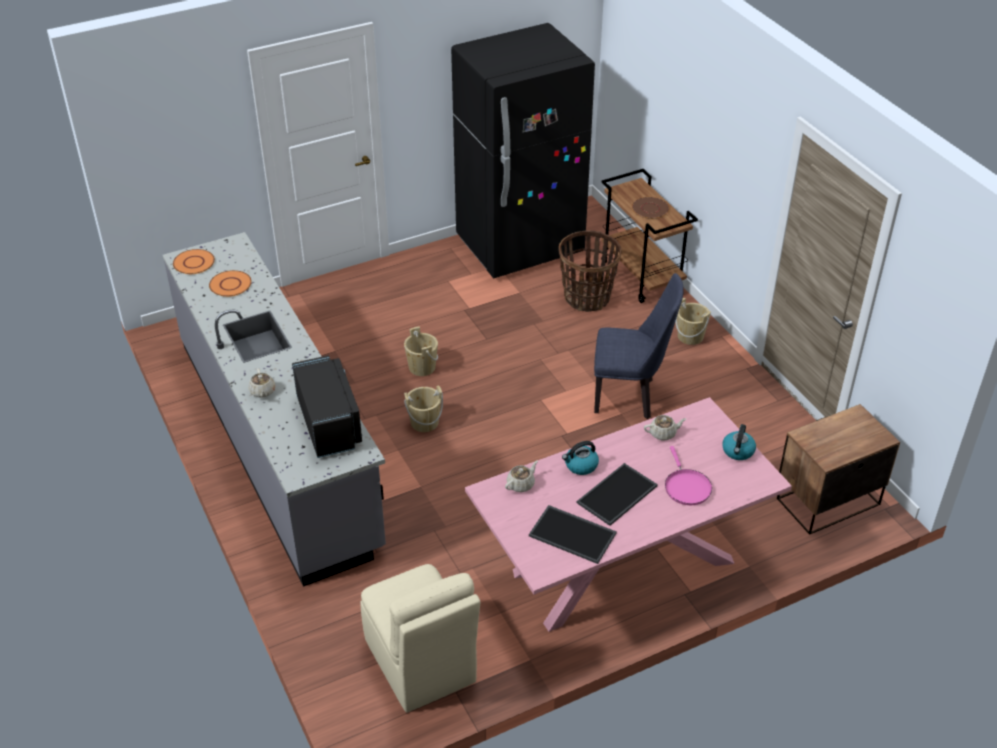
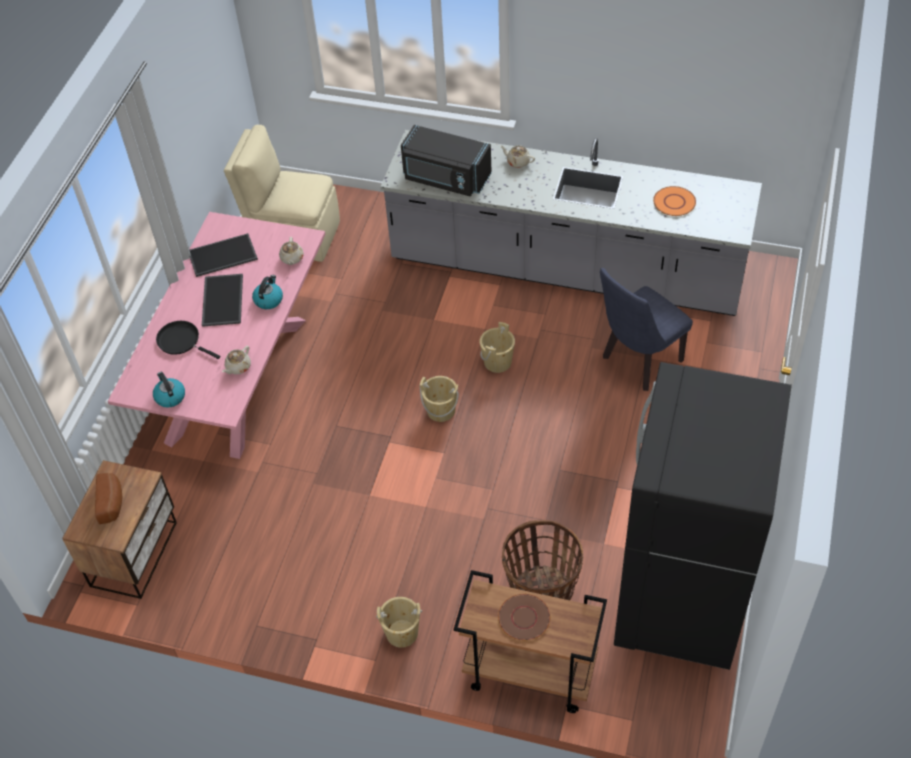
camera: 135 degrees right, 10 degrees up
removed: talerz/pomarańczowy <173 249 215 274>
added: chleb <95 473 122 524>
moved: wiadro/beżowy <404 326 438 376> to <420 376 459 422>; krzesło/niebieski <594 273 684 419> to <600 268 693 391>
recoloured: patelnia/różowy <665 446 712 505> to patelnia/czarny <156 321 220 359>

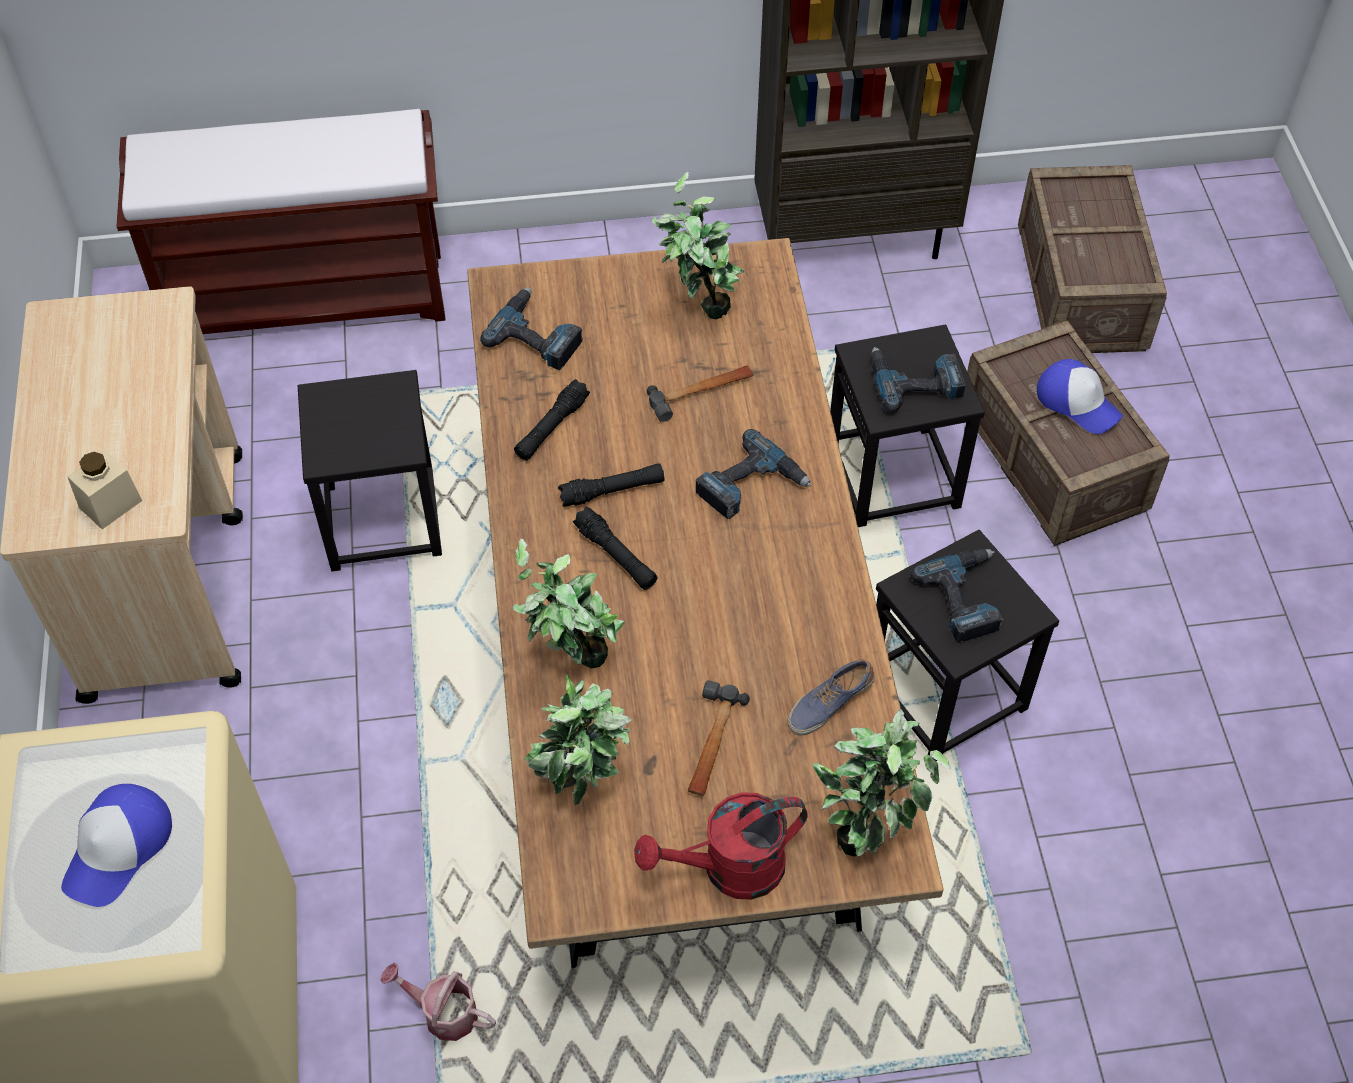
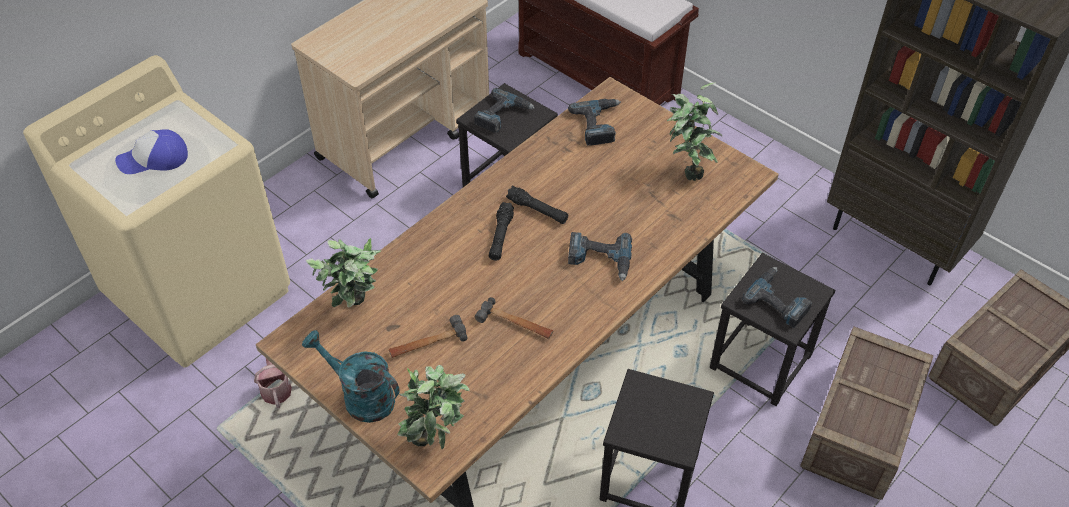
camera: 50 degrees right, 5 degrees down
removed: słoik/beżowy <68 451 142 529>; roślina doniczkowa <512 539 625 669>; latarka/czarny <514 379 590 461>; but <787 659 875 735>; czapka z daszkiem <1037 359 1123 434>
moved: wiertarka <910 549 1004 643> to <474 88 535 133>; młotek <647 365 753 422> to <475 297 553 339>
recoloured: konewka/czerwony <634 792 808 900> to konewka/turkusowy <302 330 400 423>

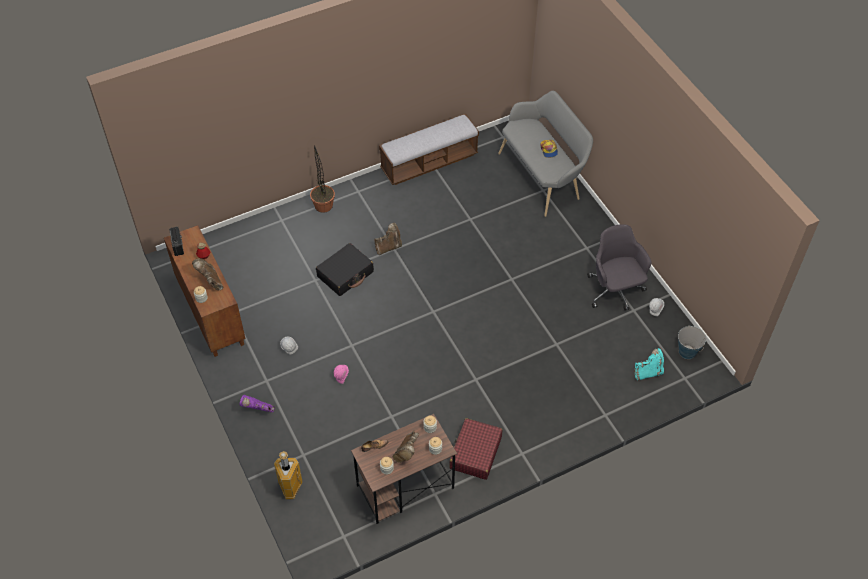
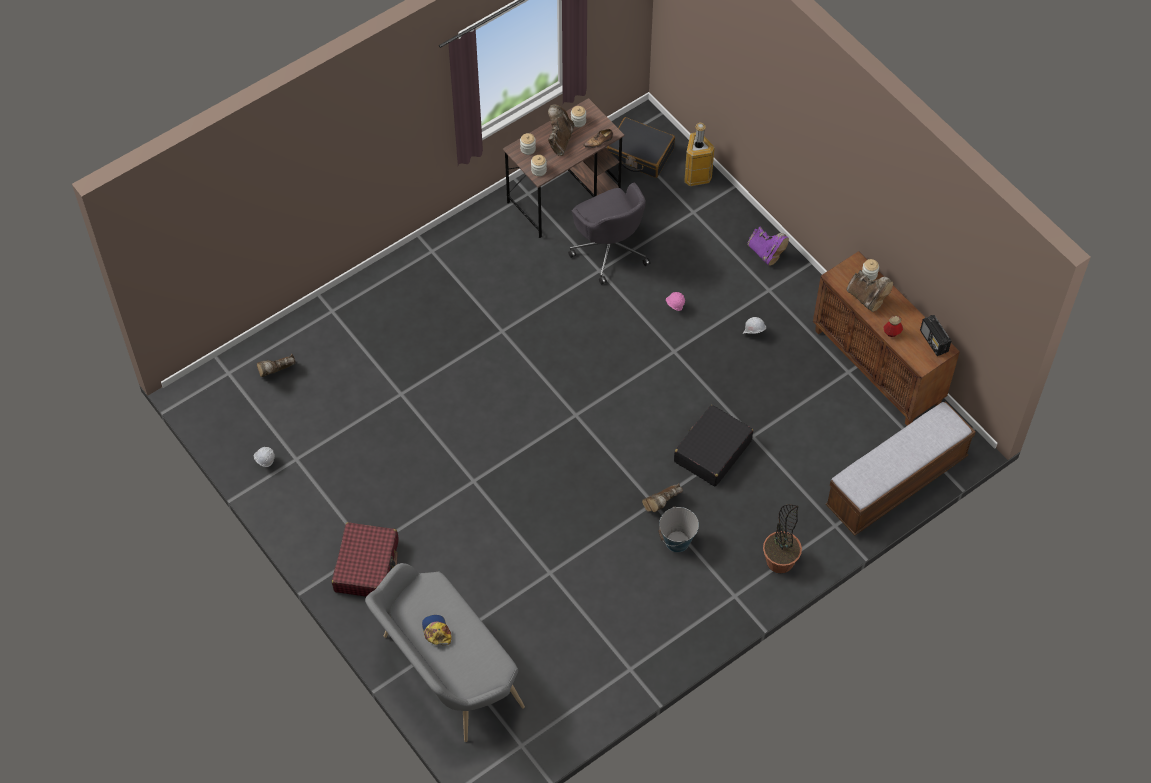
camera: 170 degrees right, 5 degrees up
added: walizka/czarny <607 117 675 178>
moved: walizka/czerwony <449 418 503 480> to <332 522 399 597>; krzesło biurowe/szary <587 224 652 310> to <568 183 651 285>; wiadro <678 325 706 359> to <658 507 699 552>; ławka <379 114 479 185> to <826 401 976 535>
recoloured: but z cholewką/turkusowy <635 348 664 381> to but z cholewką/brązowy <256 354 295 377>
turned: but z cholewką/fioletowy <240 395 275 413> = <747 226 789 266> 45 degrees clockwise

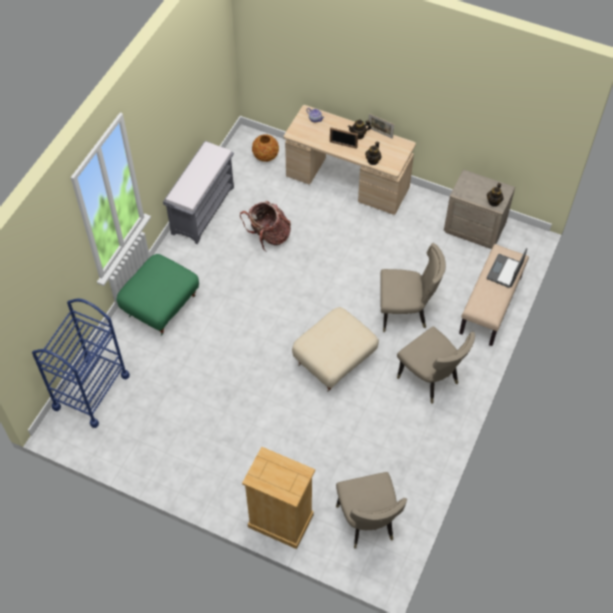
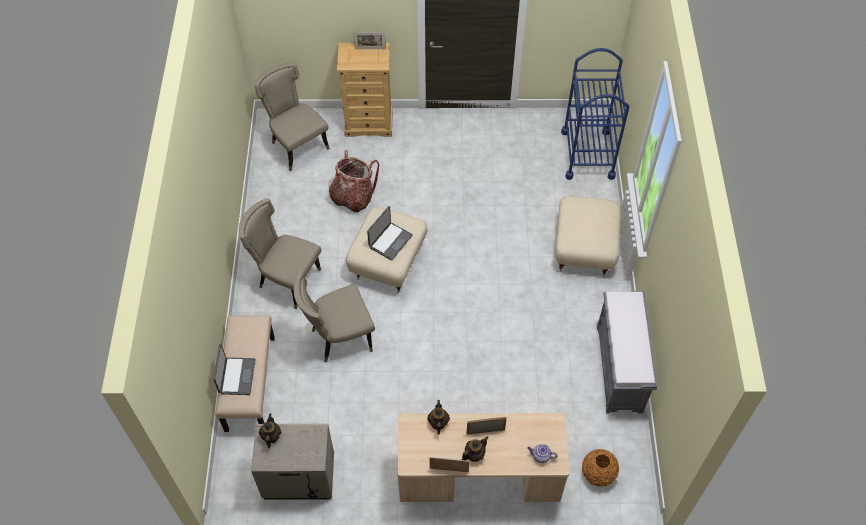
camera: 155 degrees right, 0 degrees up
added: ramka na zdjęcie <354 32 386 49>; laptop <367 206 413 260>
moved: plecak <240 201 291 252> to <329 150 379 212>
recoloured: pufa/zielony <117 254 199 336> to pufa/beżowy <555 196 621 276>

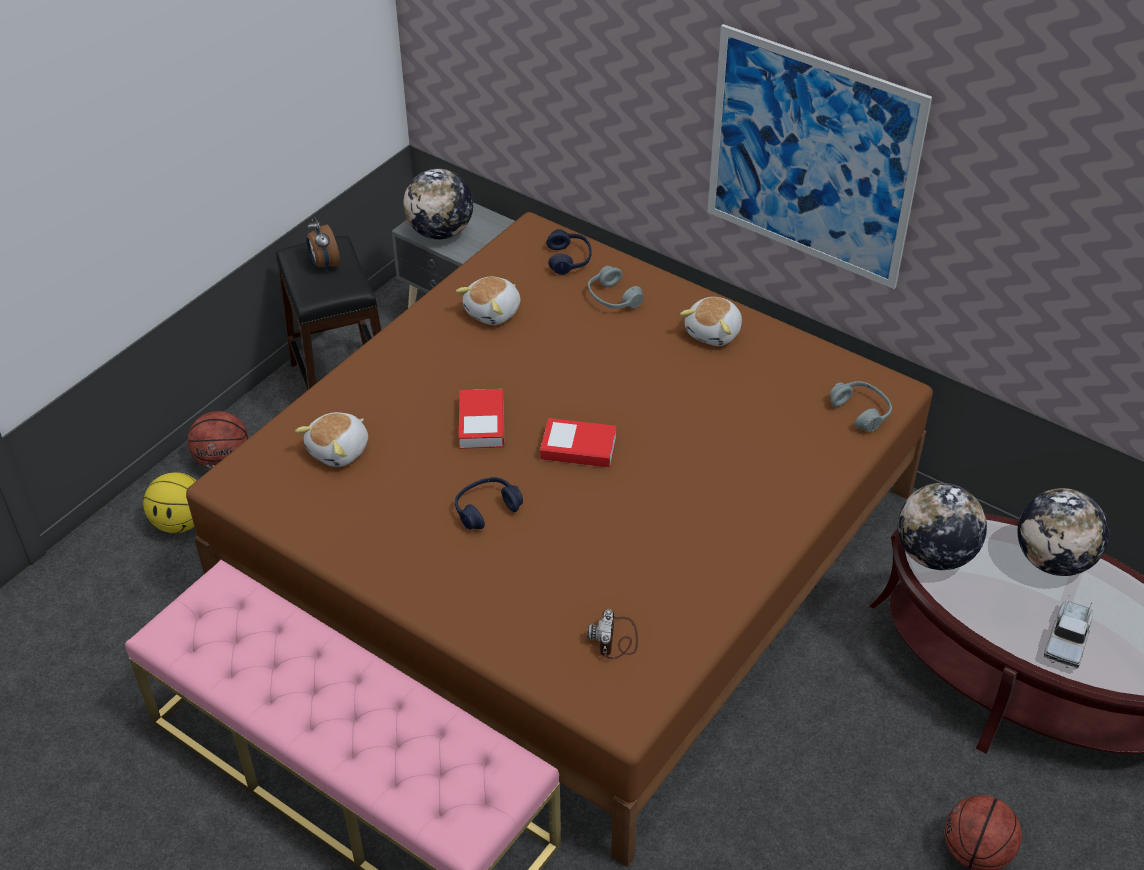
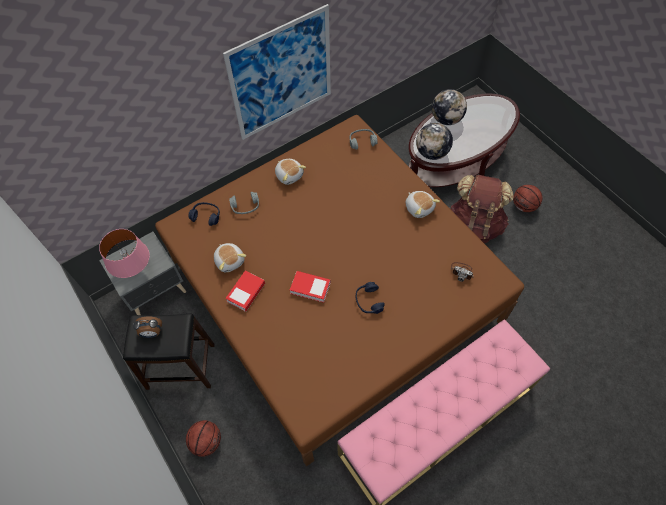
camera: 70 degrees left, 15 degrees up
removed: piłka do koszykówki <143 472 197 533>; ciężarówka zabawkowa <1044 595 1093 669>
added: plecak/brązowy <449 175 513 243>
moved: książka <540 418 617 468> to <225 271 265 312>; pluszak <295 412 368 467> to <405 191 440 218>
replaced: globus <403 169 473 240> to lampa stołowa/różowy <99 229 150 278>

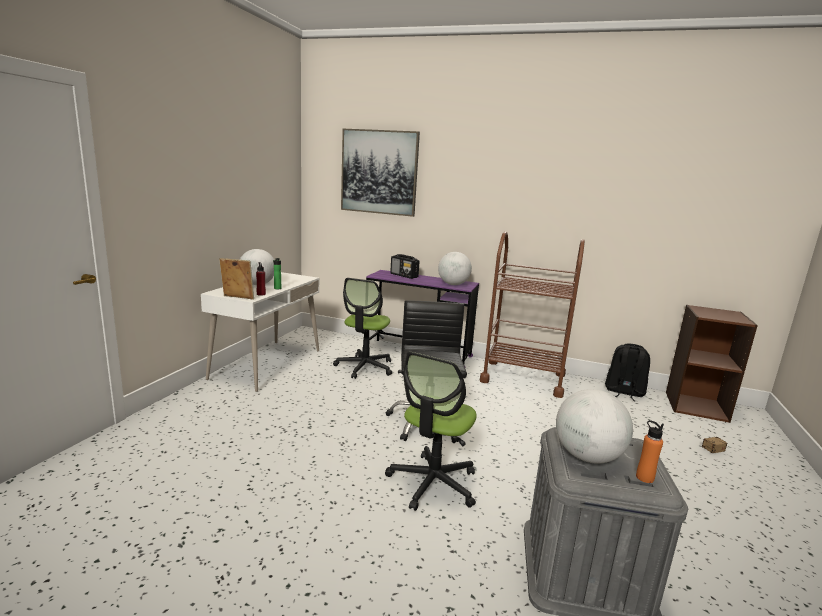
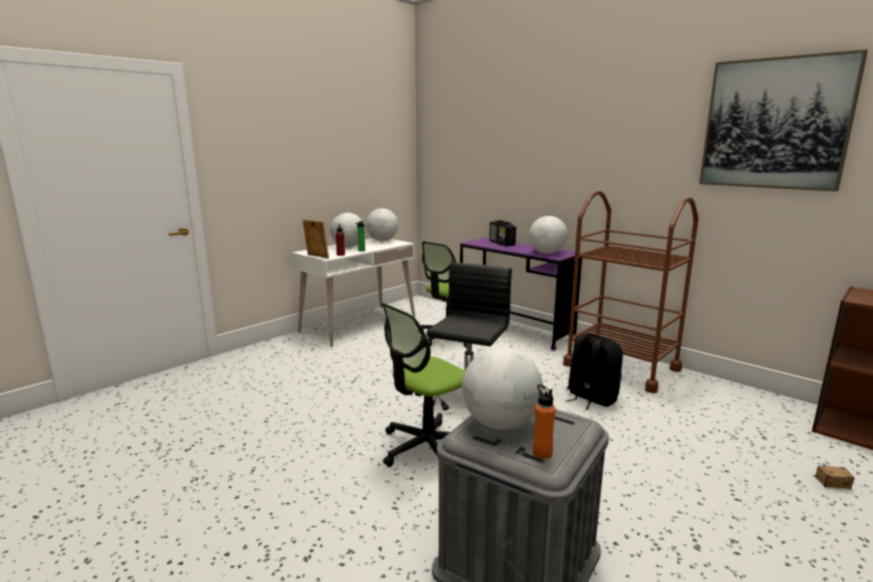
camera: 25 degrees right, 0 degrees up
added: globus <366 208 398 241>
moved: plecak/czarny <605 344 650 402> to <566 334 623 410>; obraz <341 129 420 217> to <699 50 868 192>

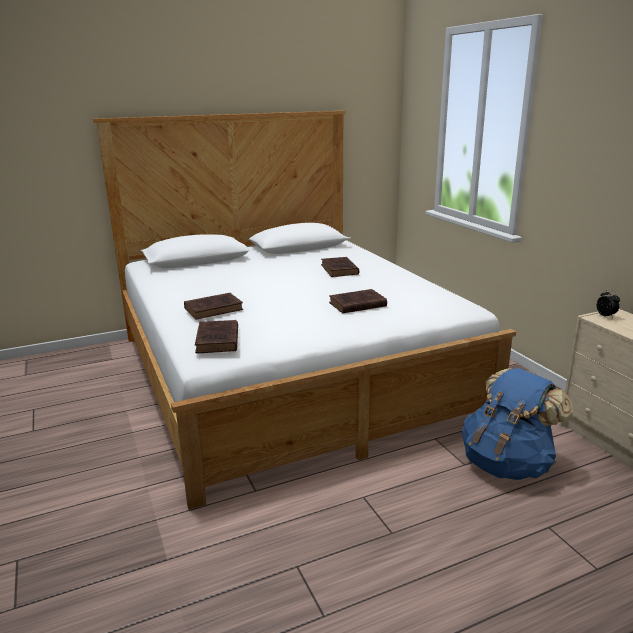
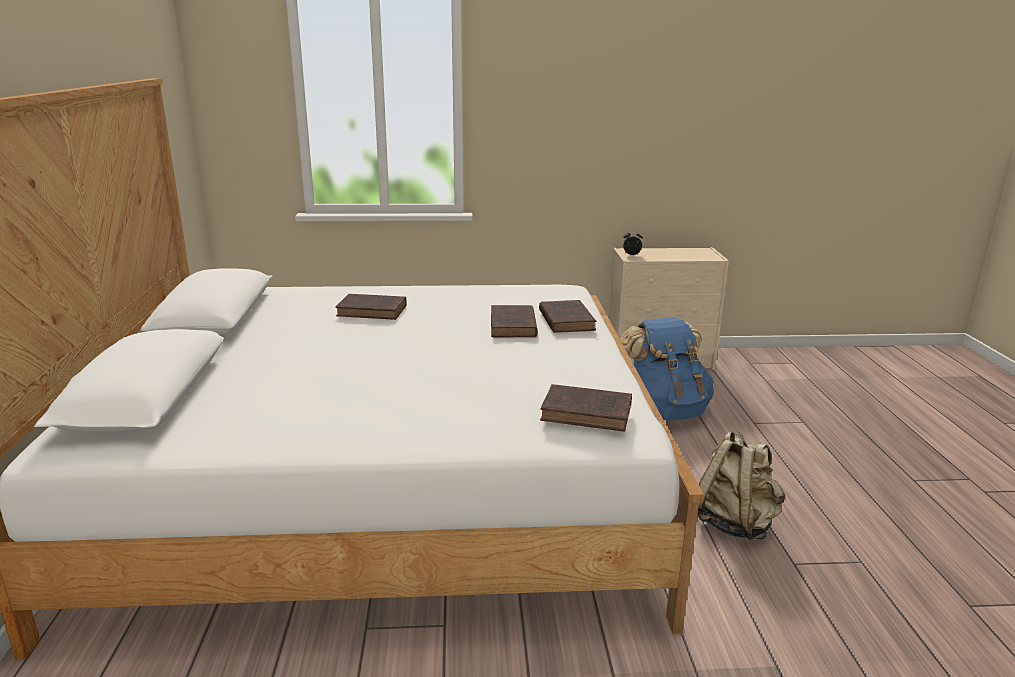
camera: 70 degrees left, 0 degrees up
added: plecak/beżowy <697 430 785 540>
moved: książka/brązowy <184 293 243 320> to <539 300 596 333>

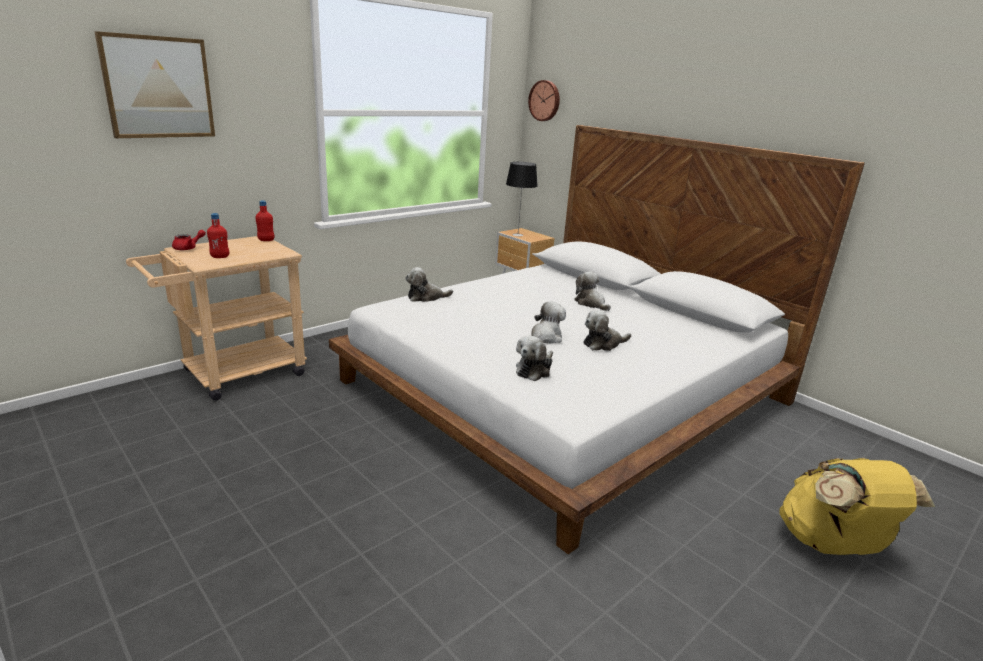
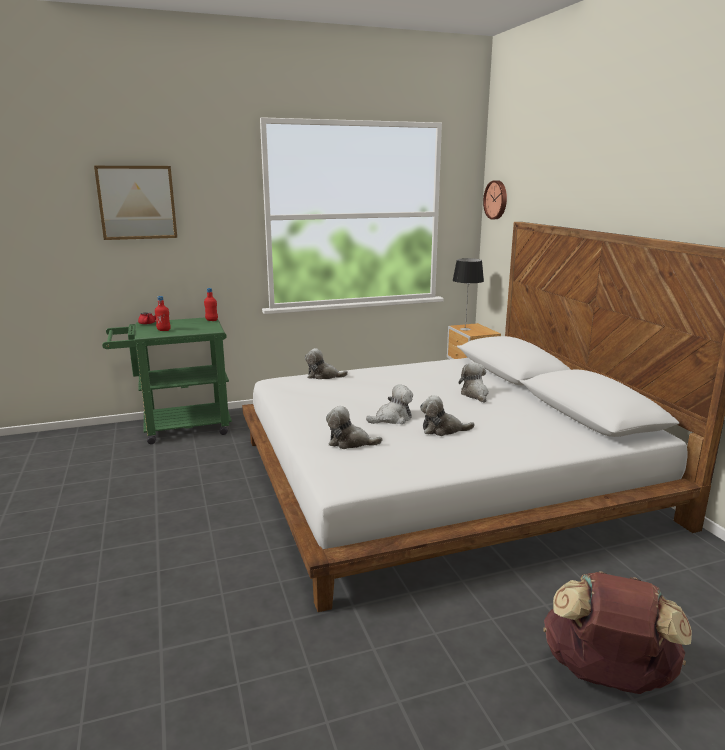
camera: 25 degrees right, 5 degrees down
recoloured: wózek/beżowy <126 236 307 401> to wózek/zielony <102 318 232 444>; plecak/żółty <779 458 935 555> to plecak/brązowy <543 571 692 694>
turned: pluszak <516 336 553 381> = <326 406 382 449> 45 degrees clockwise

